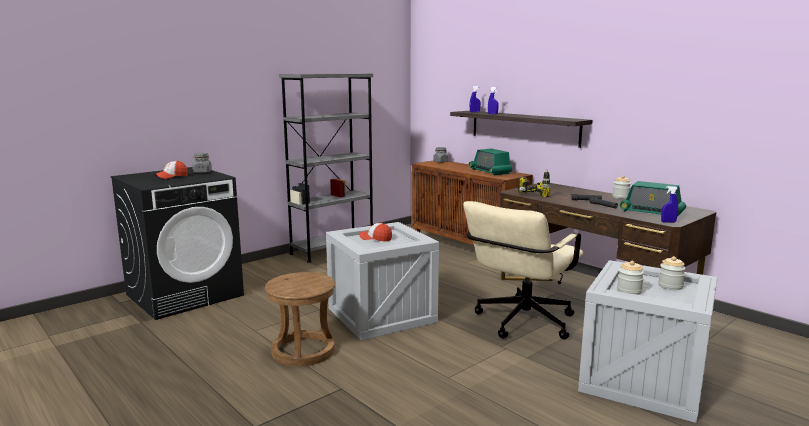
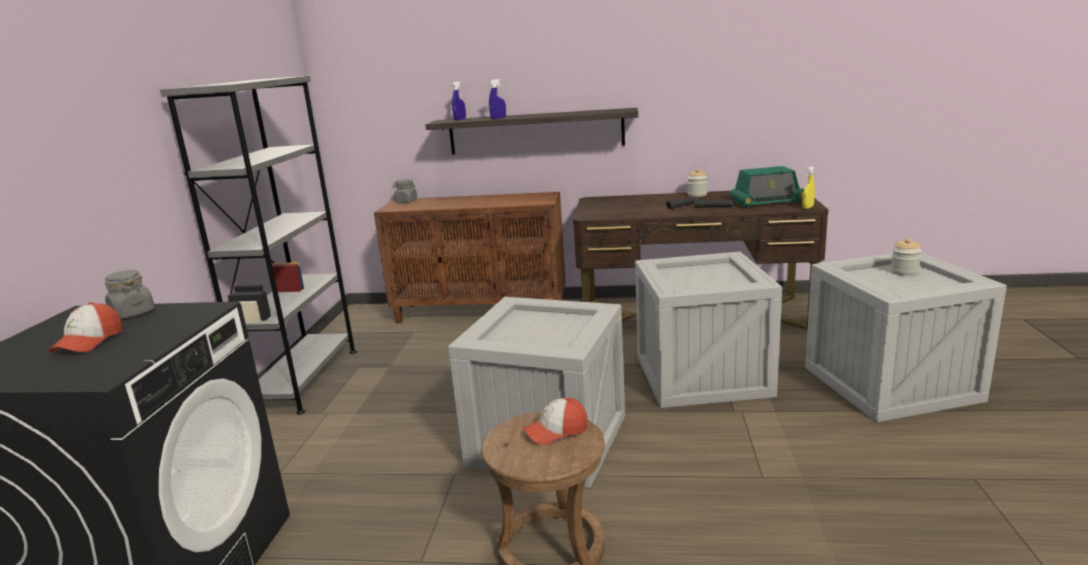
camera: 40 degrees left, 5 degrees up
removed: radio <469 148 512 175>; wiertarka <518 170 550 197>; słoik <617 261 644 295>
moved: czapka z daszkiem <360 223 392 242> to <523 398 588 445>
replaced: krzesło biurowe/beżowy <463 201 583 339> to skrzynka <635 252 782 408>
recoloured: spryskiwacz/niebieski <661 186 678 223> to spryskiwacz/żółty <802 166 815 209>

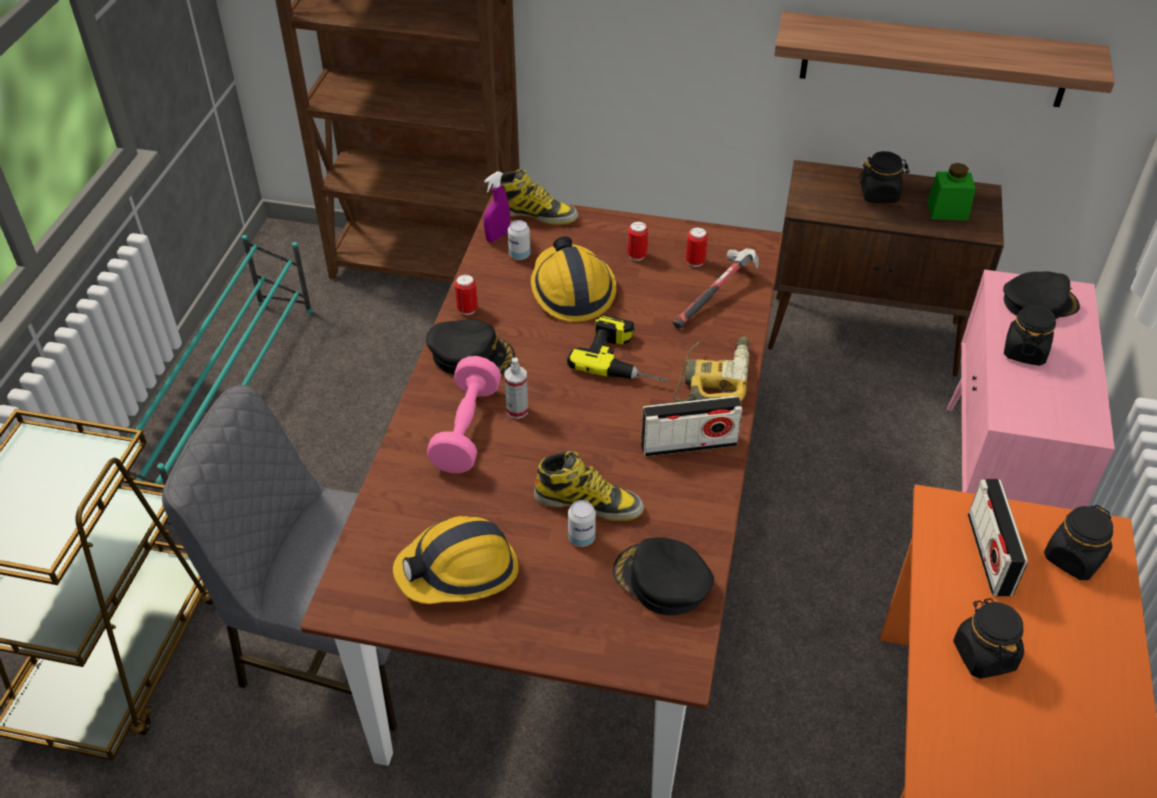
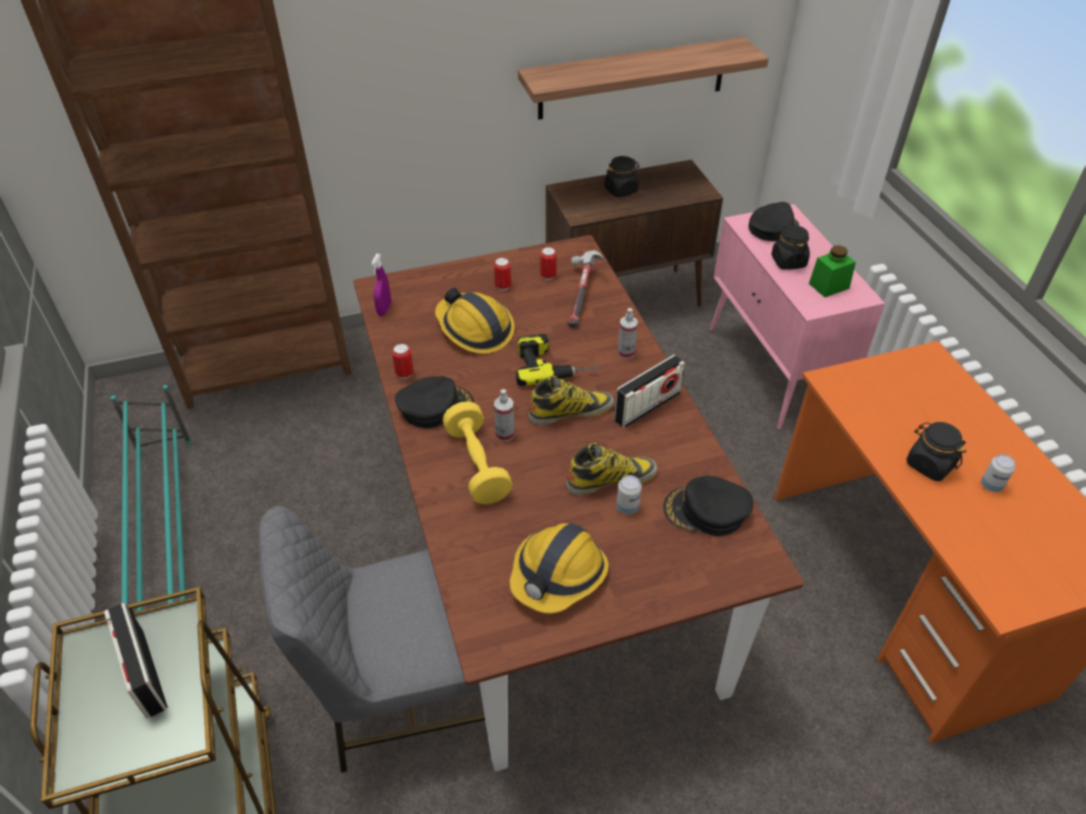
camera: 30 degrees left, 0 degrees up
removed: słoik/czarny <1044 505 1113 580>
moved: radio <968 479 1028 596> to <104 603 168 718>; but z cholewką <500 169 578 225> to <528 375 614 425>; słoik/zielony <927 163 976 221> to <809 245 856 298>; puszka <508 220 531 260> to <981 454 1015 492>
replaced: wiertarka <674 336 750 402> to spryskiwacz <617 308 638 359>
recoloured: hantel/różowy <427 356 501 473> to hantel/żółty <443 401 513 504>

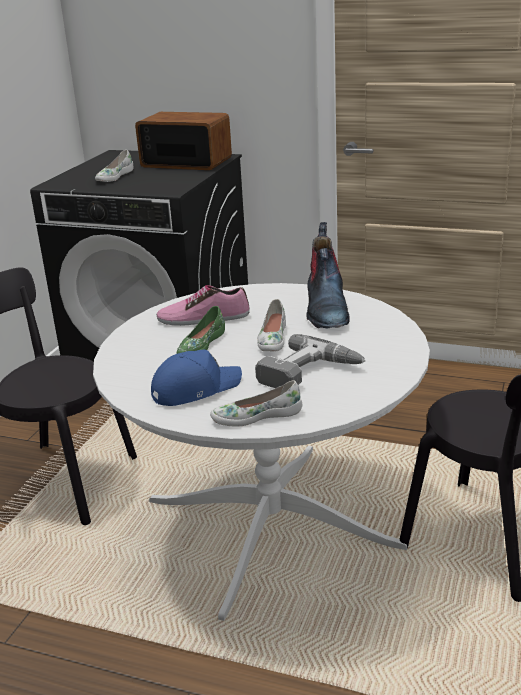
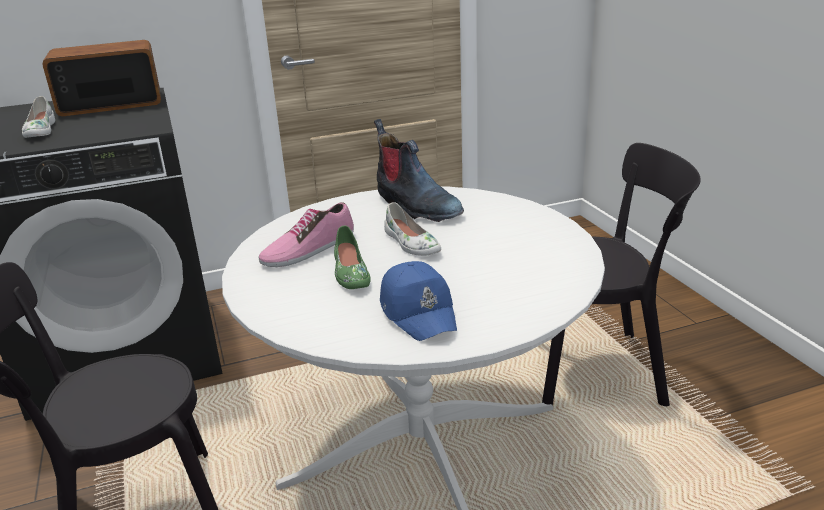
camera: 40 degrees left, 0 degrees up
removed: but/biały <210 380 302 427>; wiertarka <255 334 366 388>
turned: czapka z daszkiem/niebieski <151 350 242 406> = <380 261 457 341> 135 degrees clockwise

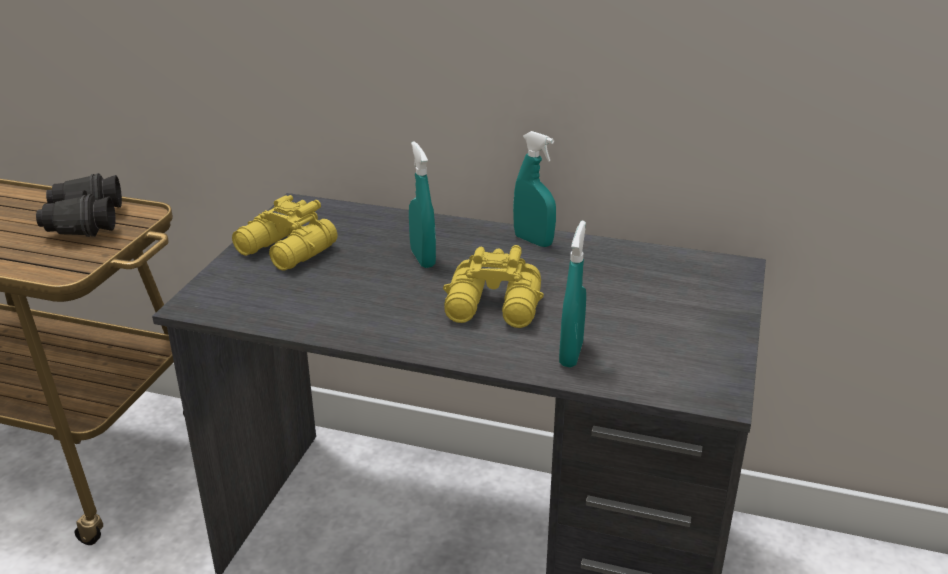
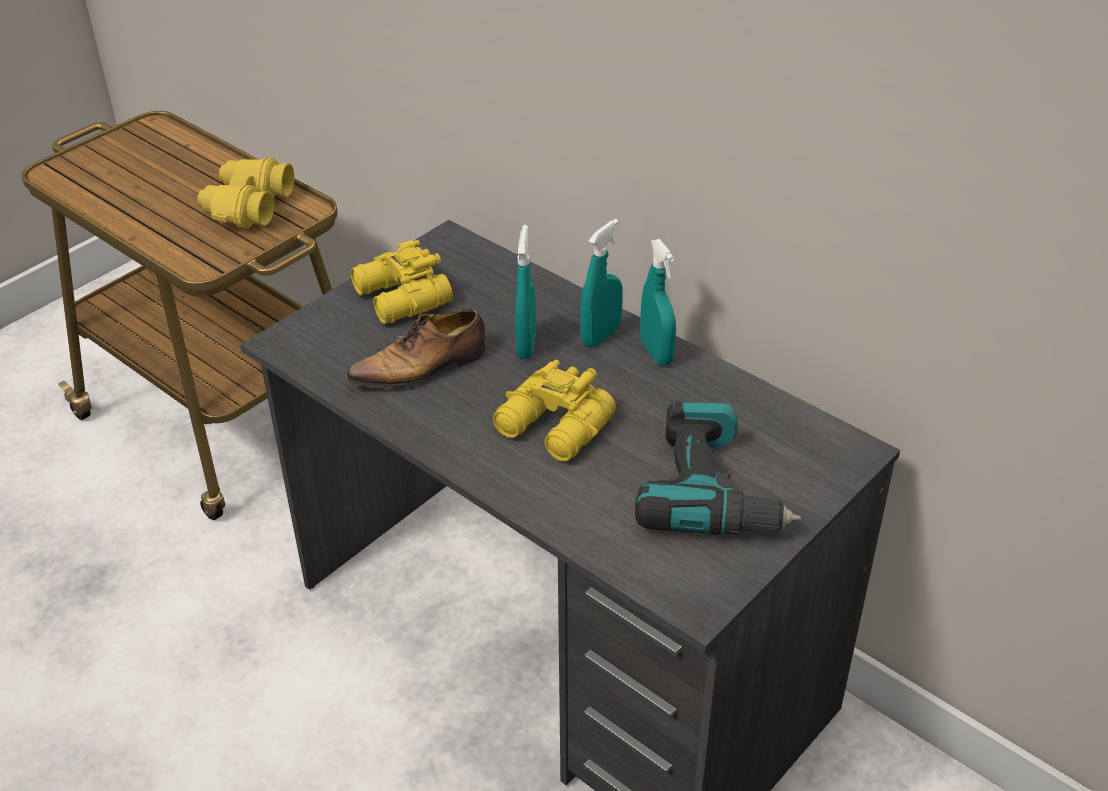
camera: 25 degrees right, 10 degrees up
added: but <345 308 485 389>; wiertarka <635 401 801 535>
moved: spryskiwacz/turkusowy <559 221 586 367> to <580 219 623 348>
recoloured: lornetka/czarny <36 173 122 237> to lornetka/żółty <197 158 294 229>

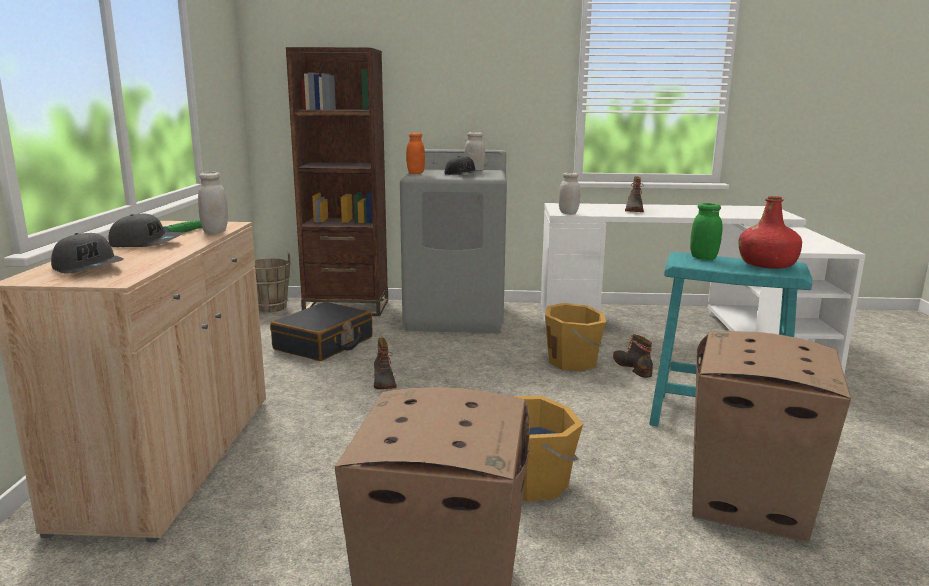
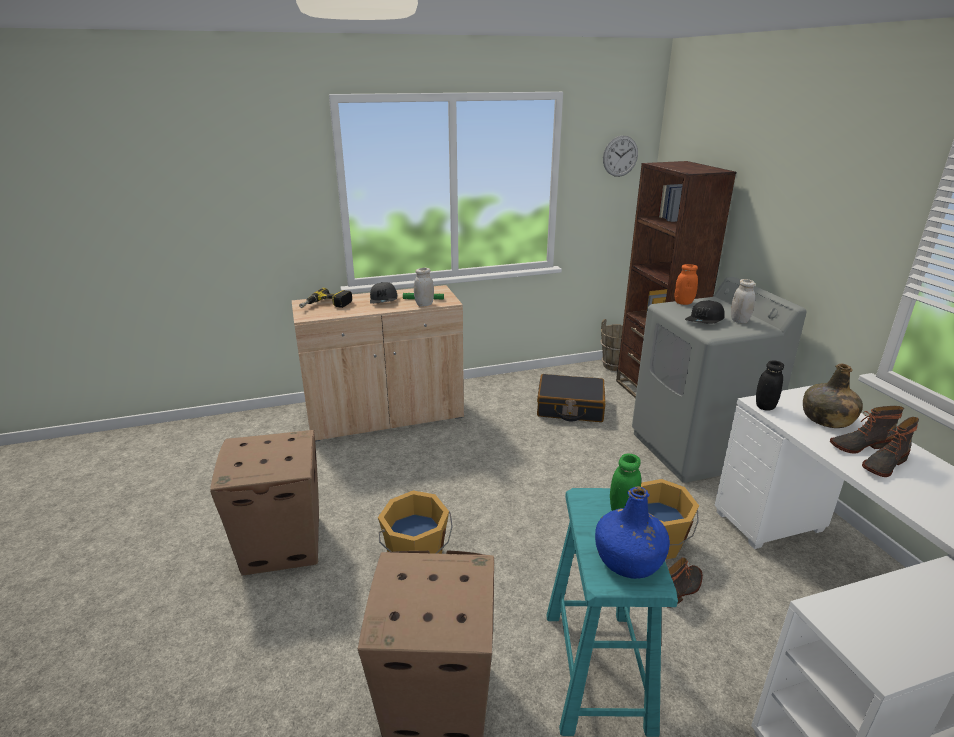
camera: 70 degrees right, 10 degrees up
added: zegar ścienny <603 135 638 177>; butelka/zielony <803 364 863 428>
moved: but z cholewką <374 338 397 389> to <862 417 919 477>
replaced: czapka z daszkiem/szary <51 233 124 274> to wiertarka <299 288 352 308>
recoloured: butelka/czerwony <739 196 802 269> to butelka/niebieski <595 486 670 579>; słoik/biały <559 172 580 214> to słoik/czarny <756 360 784 411>

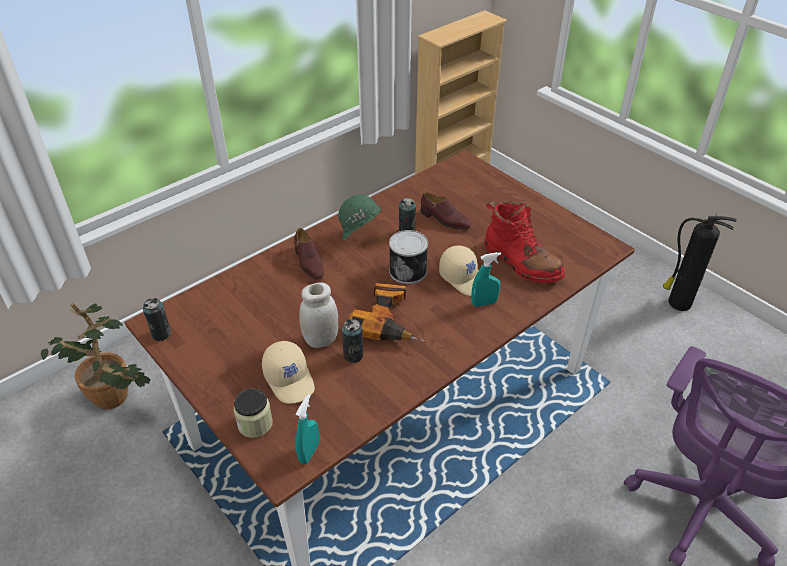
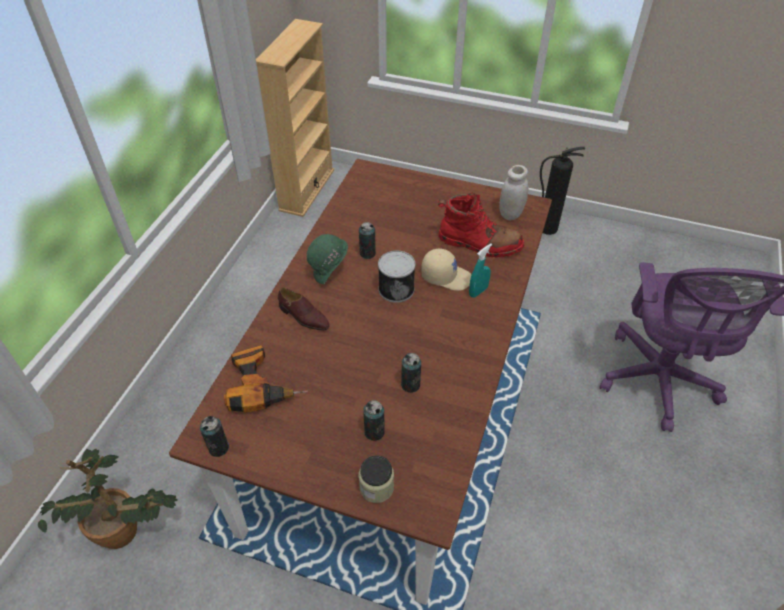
camera: 30 degrees left, 5 degrees up
removed: spryskiwacz/turkusowy <295 394 319 464>; but/brązowy <421 192 471 230>
moved: wiertarka <348 283 426 342> to <224 345 309 412>; słoik/biały <299 282 338 348> to <499 165 529 221>
replaced: czapka z daszkiem/beżowy <262 341 315 403> to puszka <363 400 385 441>

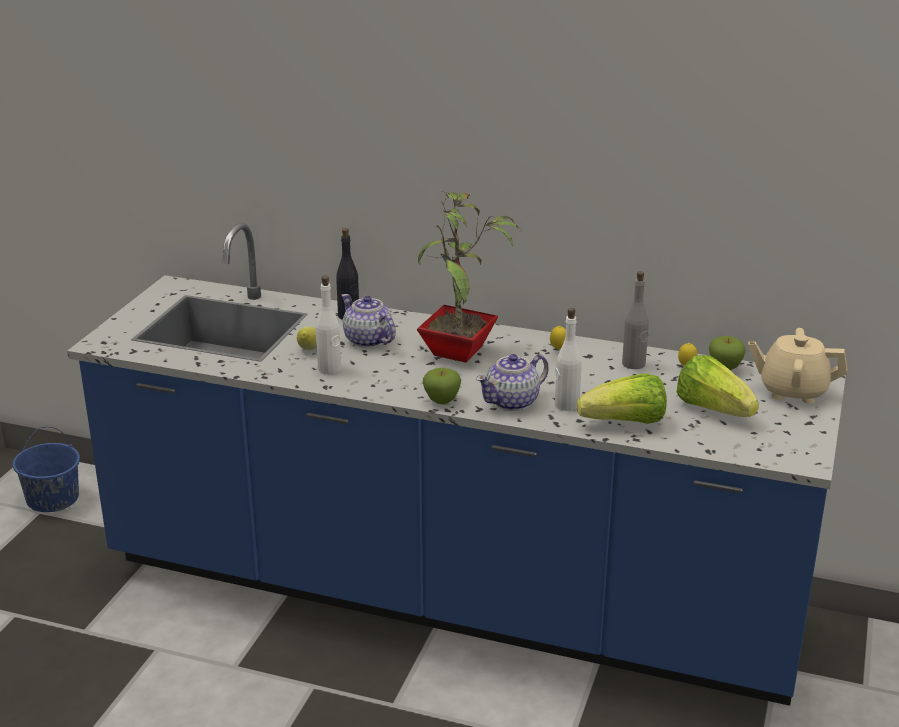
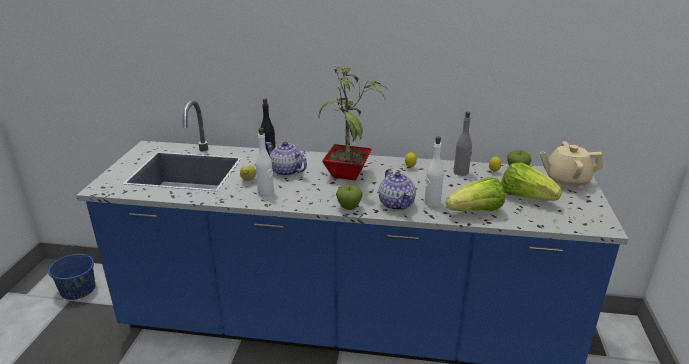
camera: 10 degrees left, 0 degrees up
turned: imbryk <476 354 549 411> = <378 169 416 211> 60 degrees counterclockwise

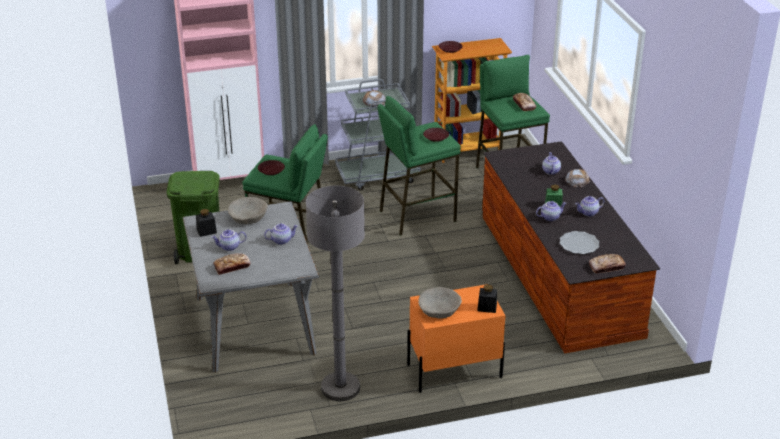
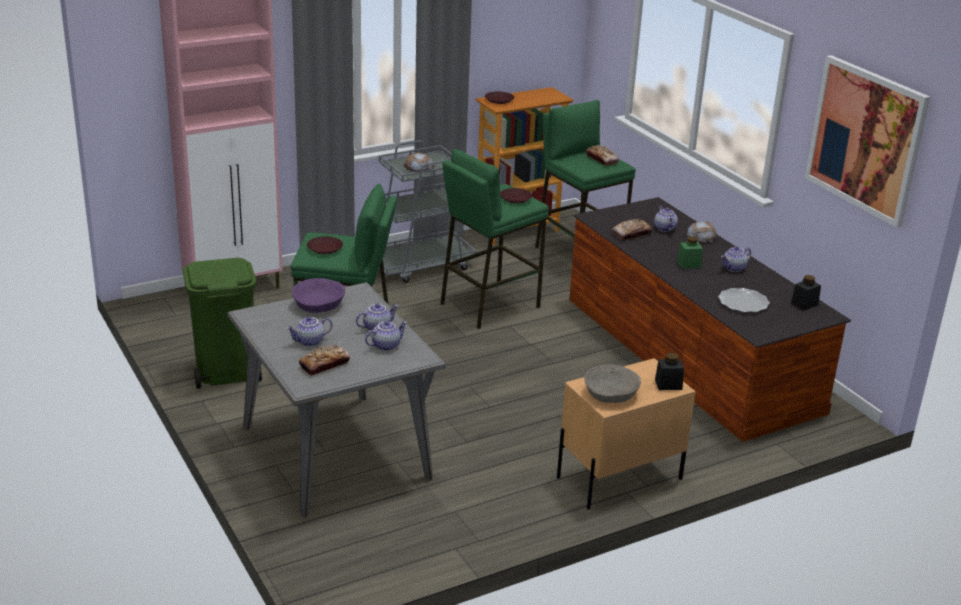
camera: 15 degrees left, 5 degrees down
removed: lampa stojąca/szary <306 186 365 401>
added: obraz <805 55 930 228>
moved: imbryk <536 201 566 221> to <365 321 408 351>; chleb <589 254 626 273> to <612 219 652 240>; słoik/czarny <196 209 217 237> to <791 275 821 310>
recoloured: miska/beżowy <228 197 268 224> to miska/fioletowy <292 278 345 313>; szafka nocna/pomarańczowy <407 284 505 393> to szafka nocna/beżowy <557 358 696 510>

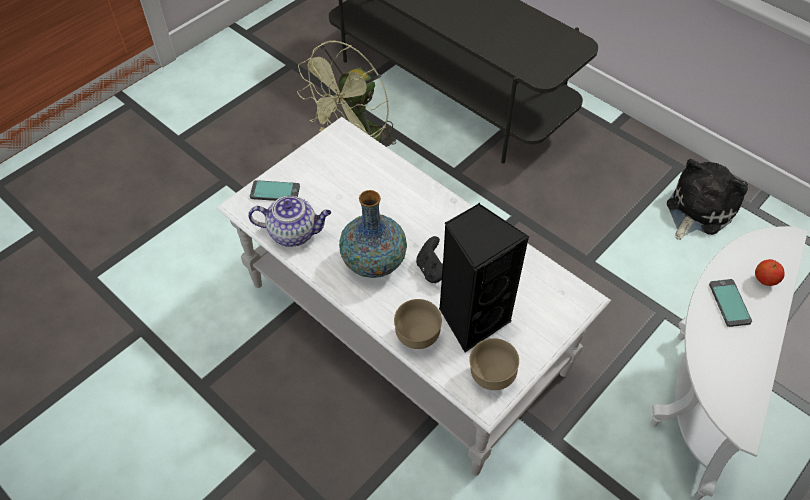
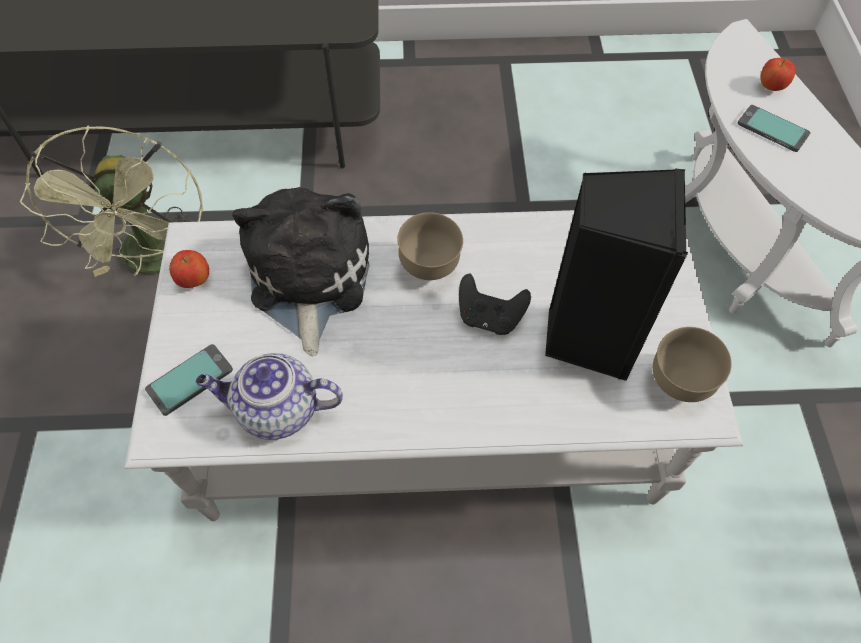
camera: 45 degrees left, 5 degrees up
removed: wazon <339 190 407 278>
added: jabłko <169 250 209 288>
moved: pluszak <667 159 748 240> to <232 187 370 356>; miska/brązowy <394 299 442 349> to <397 212 463 280>
turned: imbryk <248 196 331 247> = <196 353 343 440> 135 degrees counterclockwise

